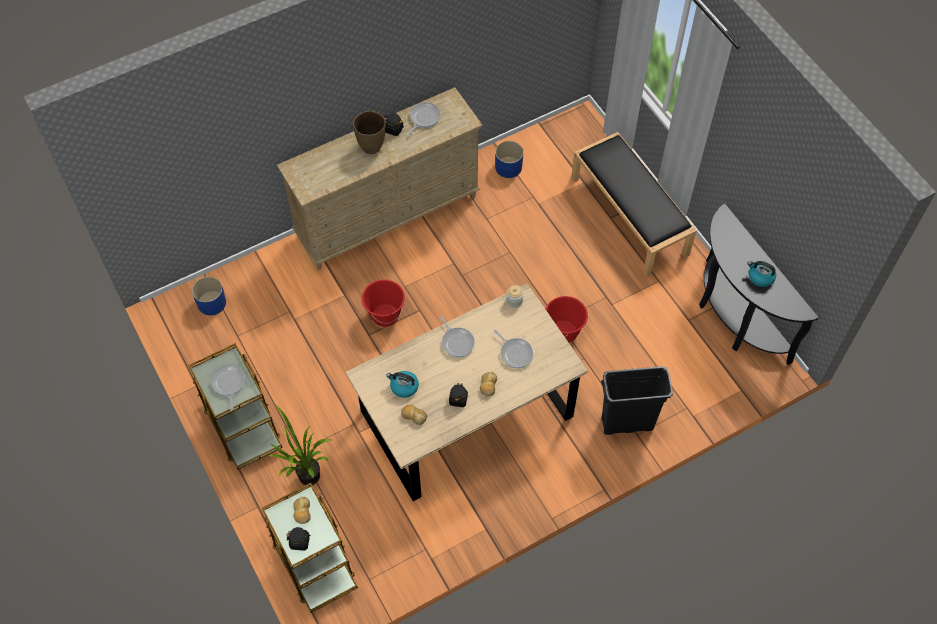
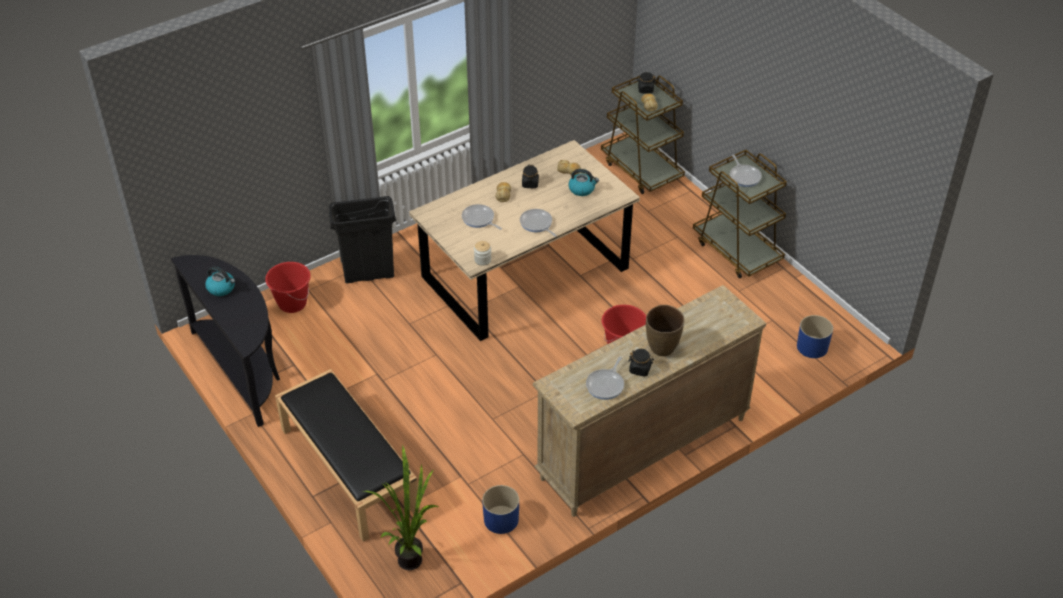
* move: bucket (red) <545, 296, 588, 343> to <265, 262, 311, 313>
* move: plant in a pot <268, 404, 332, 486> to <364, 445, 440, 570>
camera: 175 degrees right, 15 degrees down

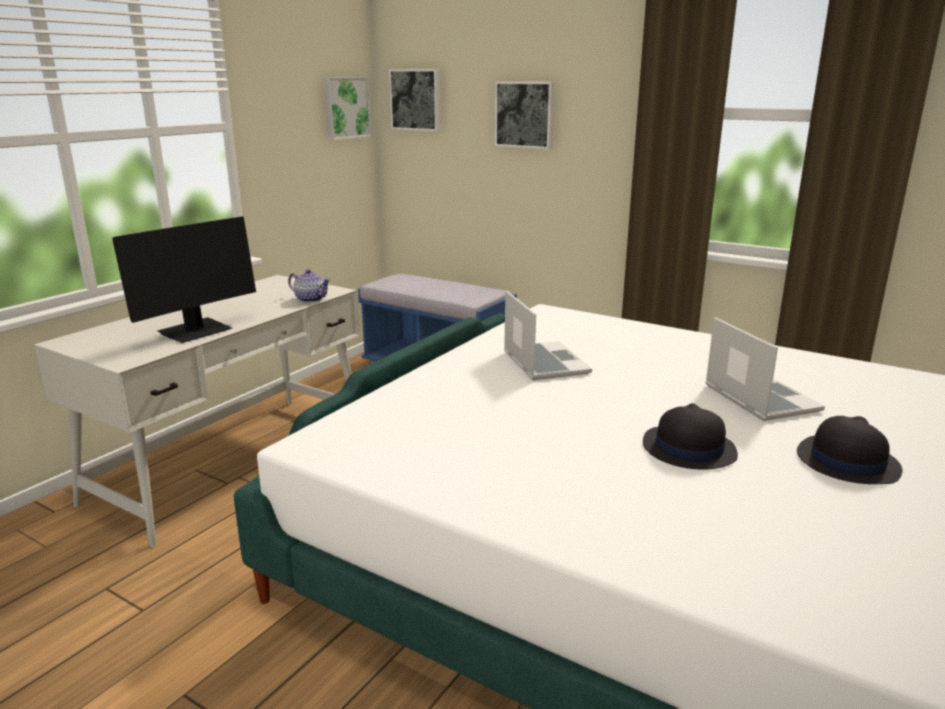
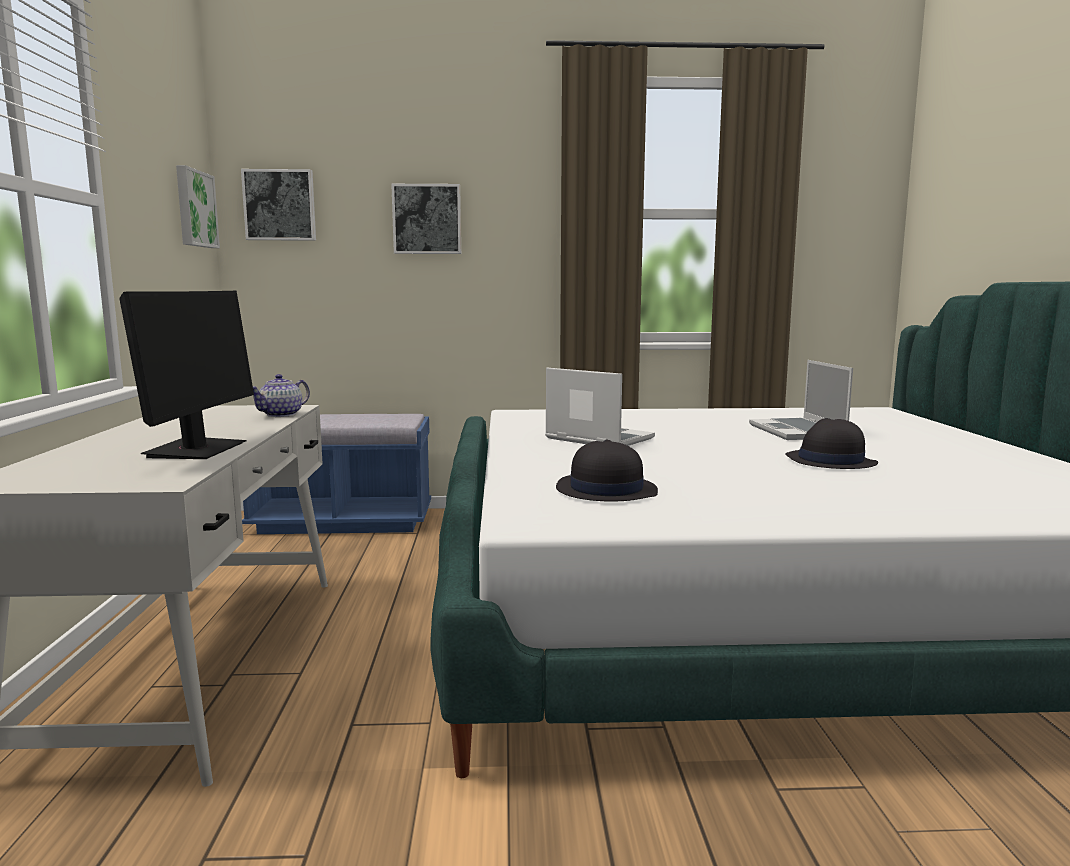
* rotate: teapot <288, 269, 331, 303> = <253, 374, 310, 417> 135 degrees clockwise
* move: clothing hat (black) <797, 416, 903, 484> to <556, 439, 658, 502>
* rotate: notebook computer <705, 317, 825, 421> = <749, 360, 853, 440> 135 degrees counterclockwise
camera: 35 degrees left, 10 degrees down

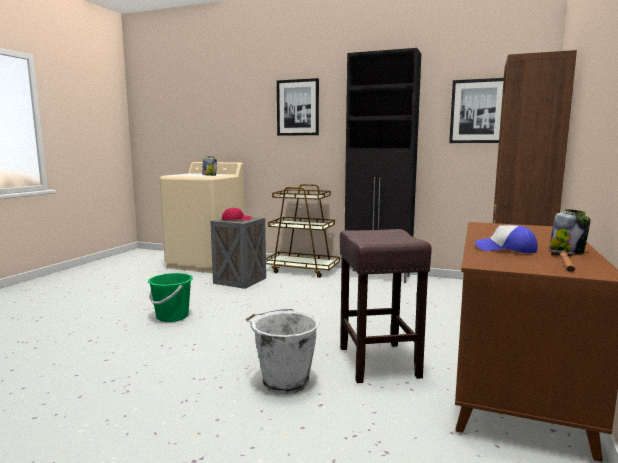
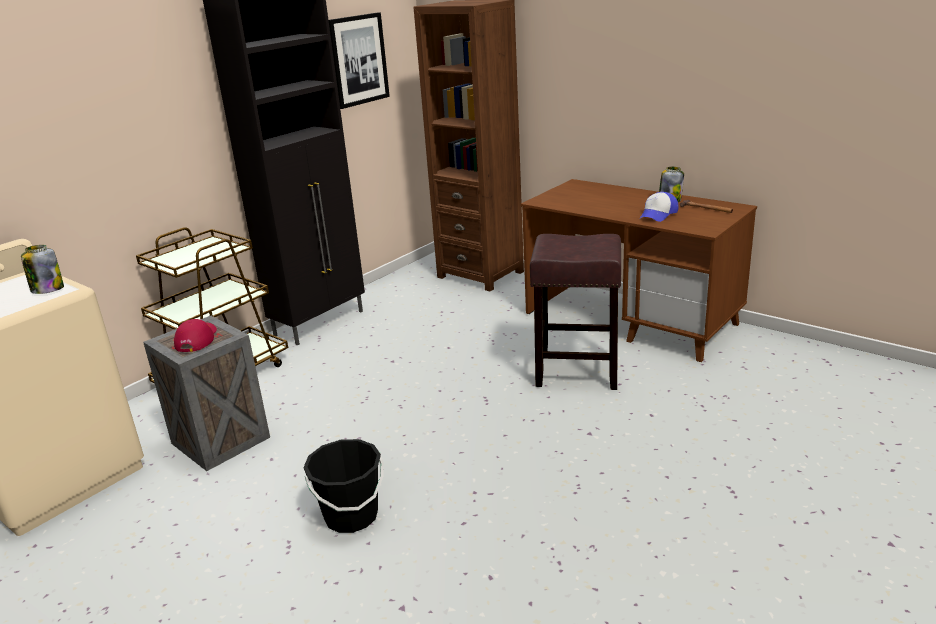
* recolor: bucket (greenish) <148, 273, 193, 322> to bucket (black) <304, 439, 384, 533>
* delete: bucket (whitish) <246, 309, 319, 394>
* delete: wall picture <277, 78, 319, 136>
camera: 70 degrees left, 15 degrees up

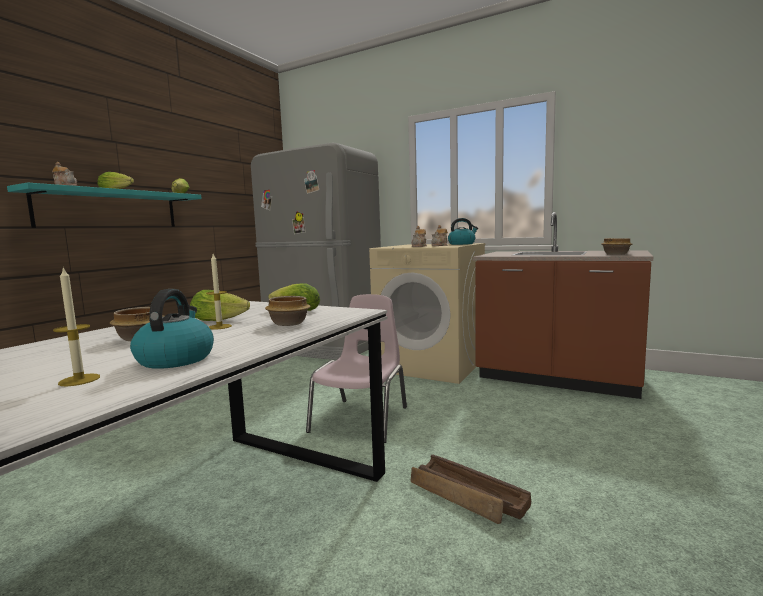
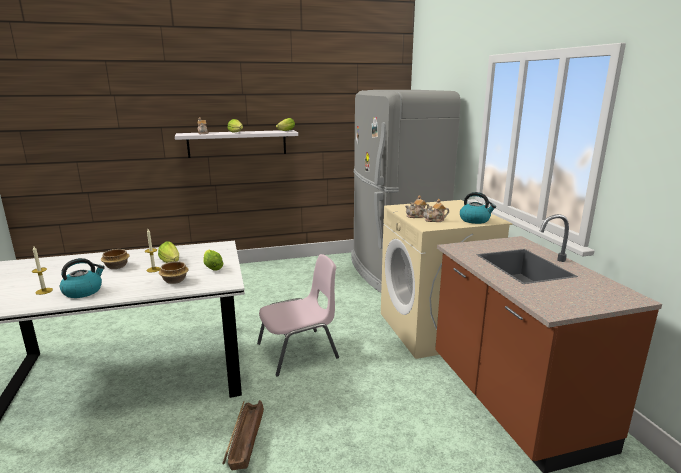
* recolor: bracket shelf (turquoise) <7, 182, 202, 228> to bracket shelf (whitish) <175, 130, 298, 158>
* delete: serving bowl <601, 238, 632, 255>
camera: 45 degrees right, 10 degrees up

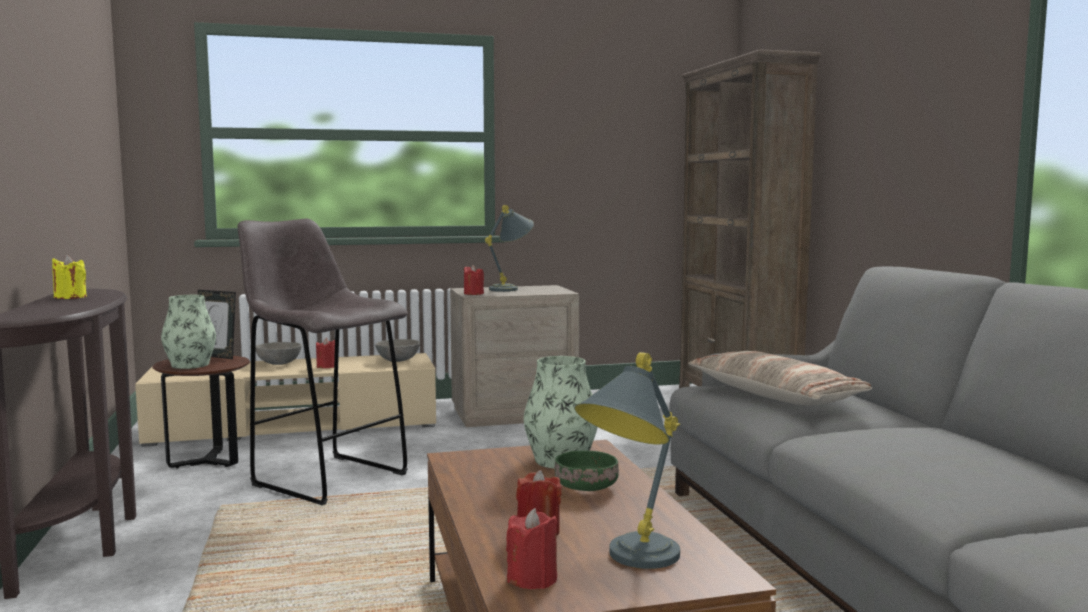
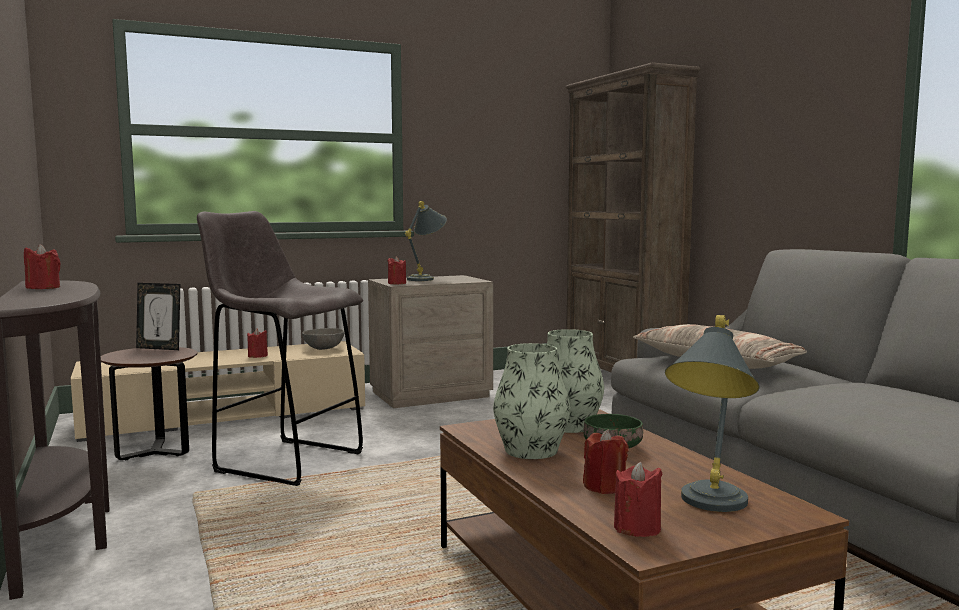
* recolor: candle (yellow) <52, 255, 87, 299> to candle (red) <24, 244, 61, 289>
* move: decorative vase <161, 295, 216, 369> to <493, 343, 570, 459>
* delete: serving bowl (greyish) <255, 342, 302, 365>
camera: 10 degrees left, 0 degrees up

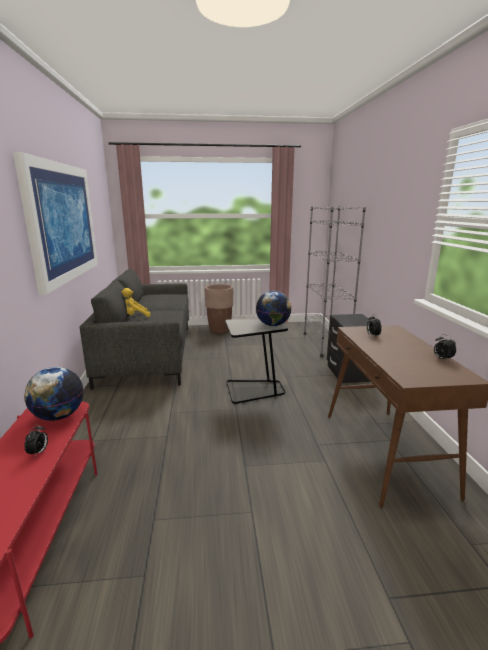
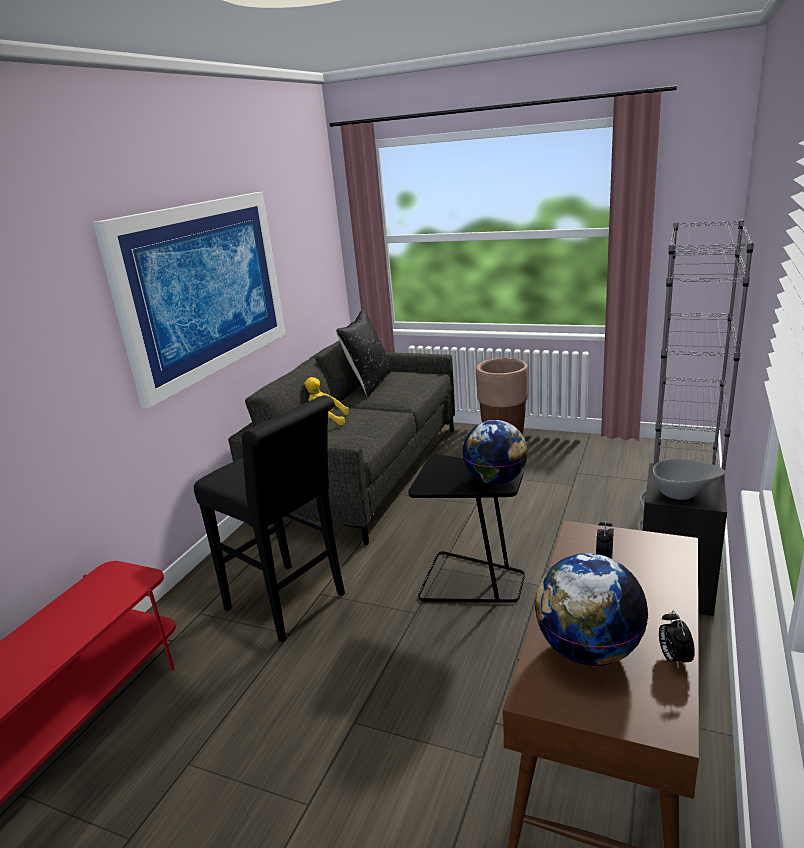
* insert: stool (black) <194, 395, 345, 643>
* insert: cushion (black) <336, 310, 392, 397>
* move: world globe <24, 367, 84, 421> to <535, 553, 649, 666>
* insert: serving bowl (greyish) <653, 459, 725, 500>
* delete: alarm clock <24, 424, 48, 457>
camera: 30 degrees right, 5 degrees up

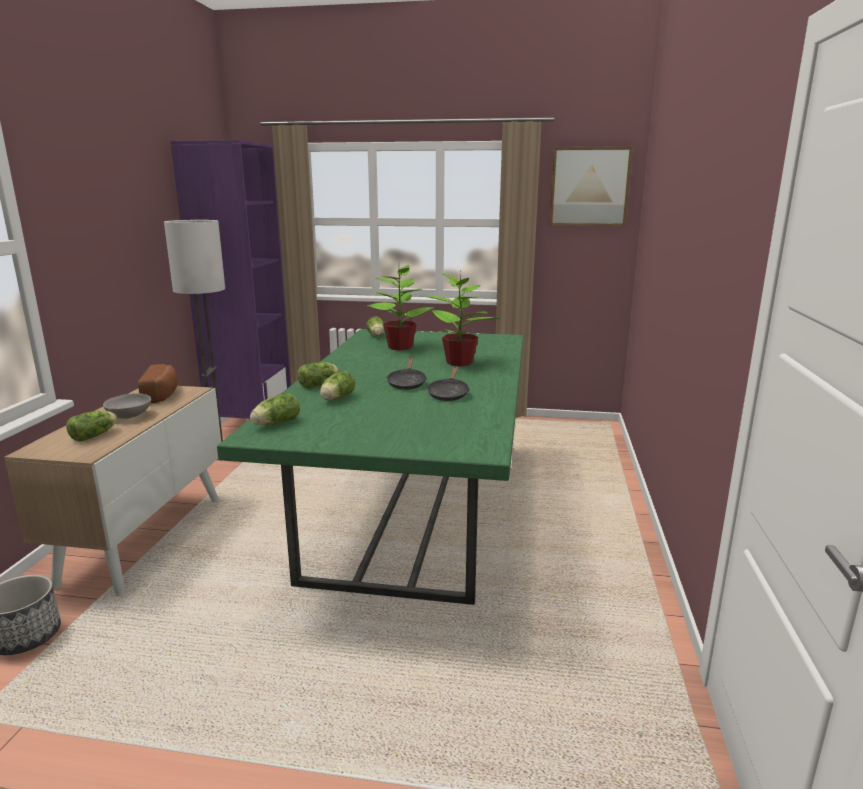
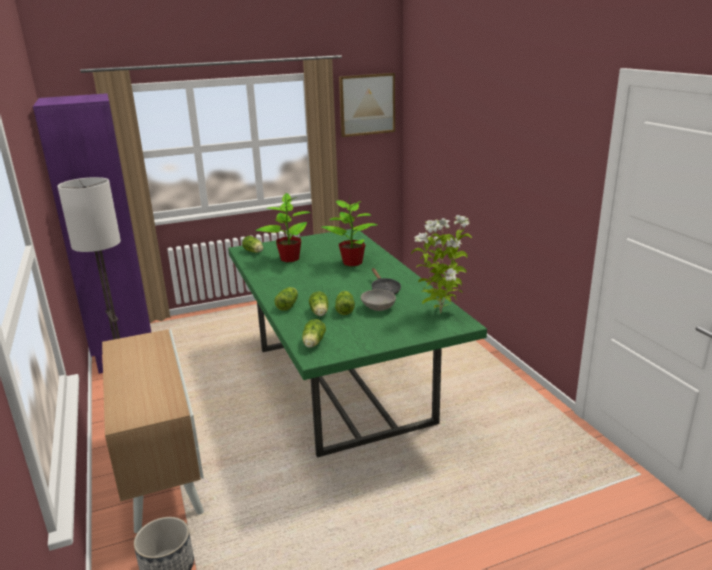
* move: lettuce head <66, 410, 117, 442> to <335, 291, 355, 315>
* move: serving bowl (greyish) <103, 393, 151, 419> to <361, 289, 396, 311>
* insert: plant in a pot <411, 215, 472, 314>
* delete: bread <138, 364, 178, 404>
* delete: pan (black) <386, 357, 427, 390>
camera: 30 degrees left, 5 degrees up

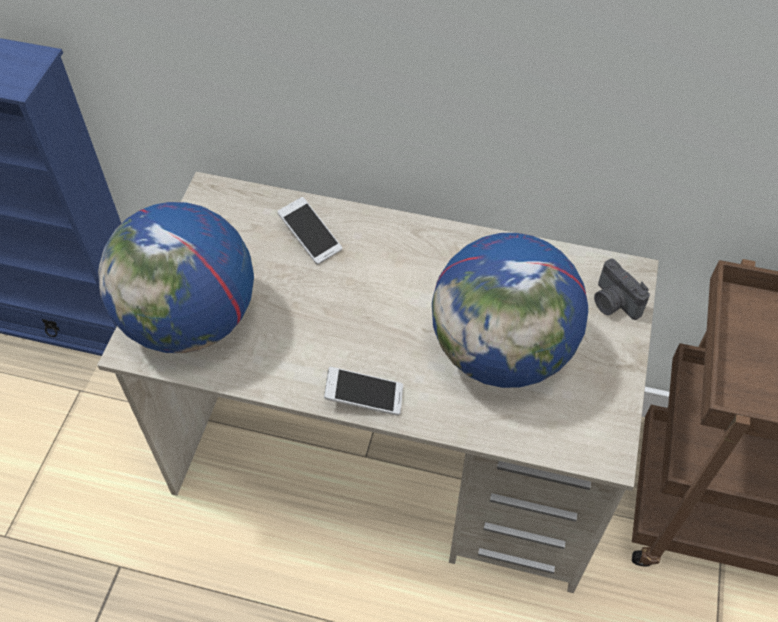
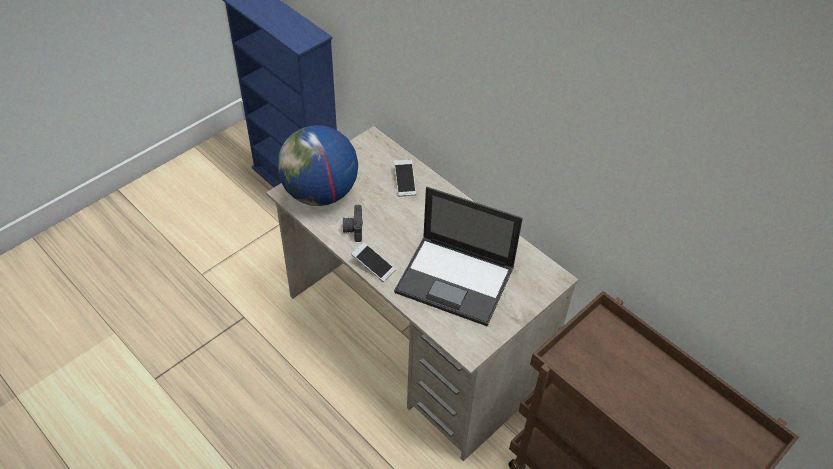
* move: photo camera <594, 259, 650, 320> to <343, 205, 363, 242>
* replace: world globe <432, 233, 588, 388> to notebook computer <394, 187, 523, 326>
camera: 30 degrees right, 5 degrees down

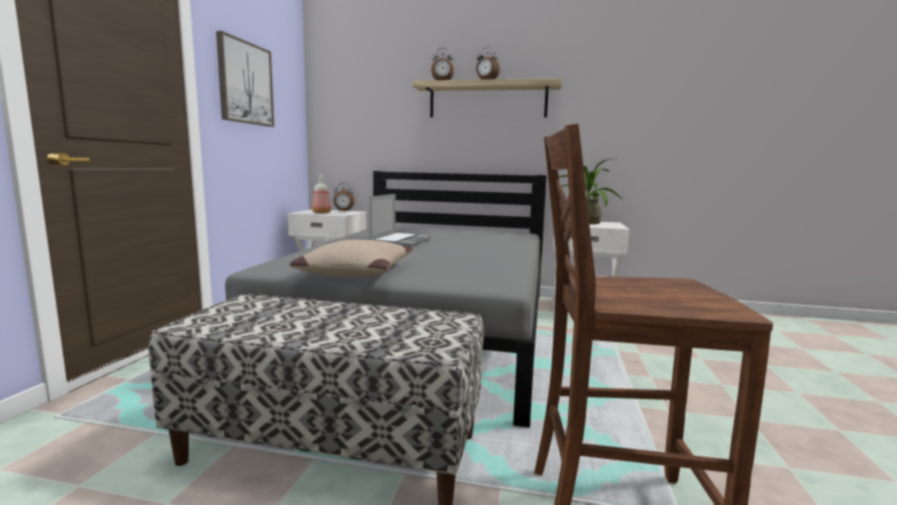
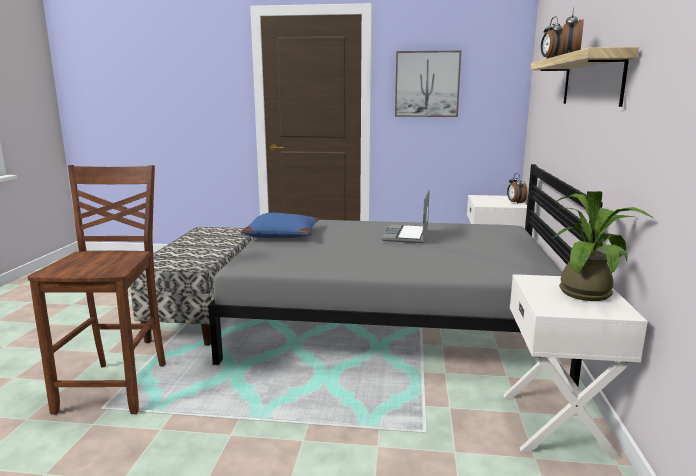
* recolor: cushion (sand-coloured) <289, 240, 412, 277> to cushion (bluish) <240, 213, 319, 238>
* rotate: notebook computer <370, 194, 431, 247> = <382, 189, 430, 243> 90 degrees clockwise
* delete: beverage bottle <312, 175, 331, 214>
camera: 85 degrees right, 5 degrees up

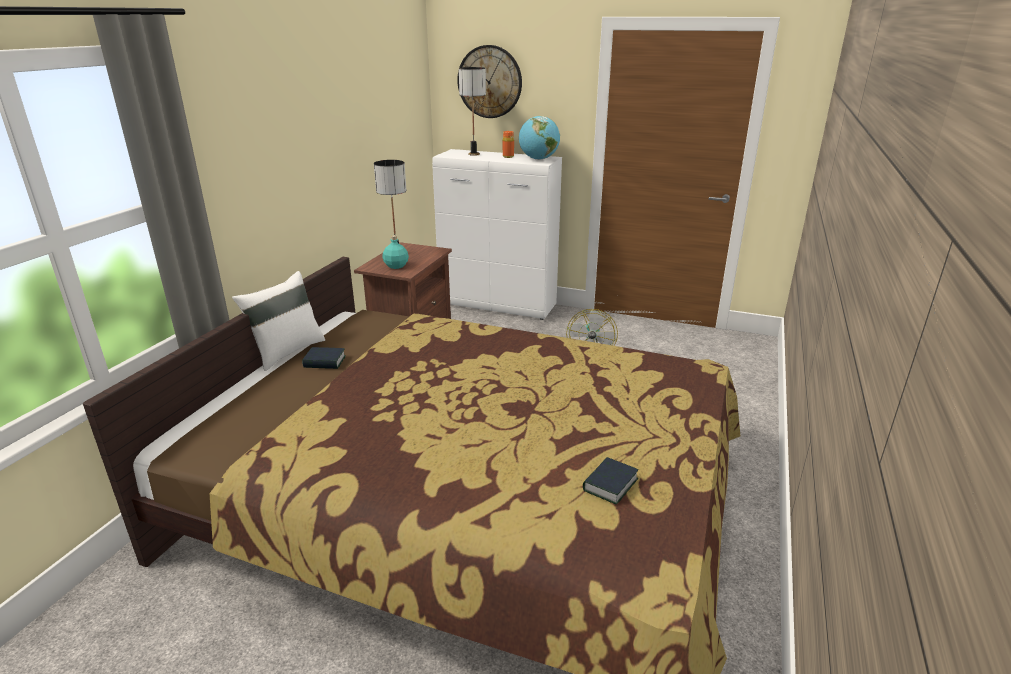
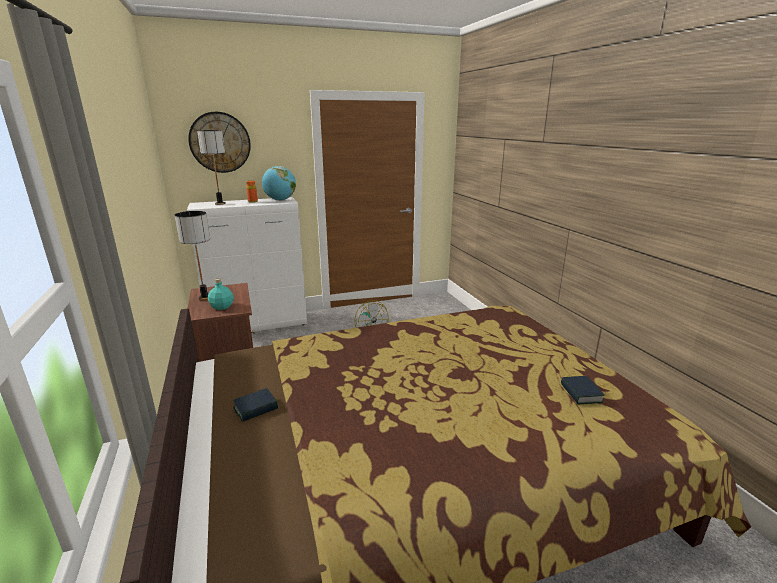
* delete: cushion (whitish) <232, 271, 325, 371>
camera: 40 degrees left, 5 degrees down

